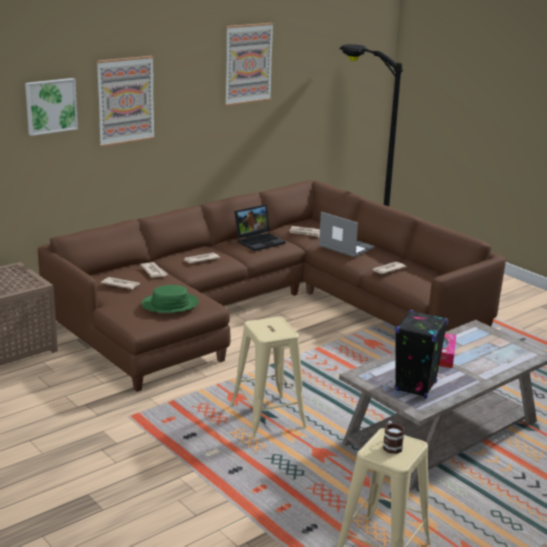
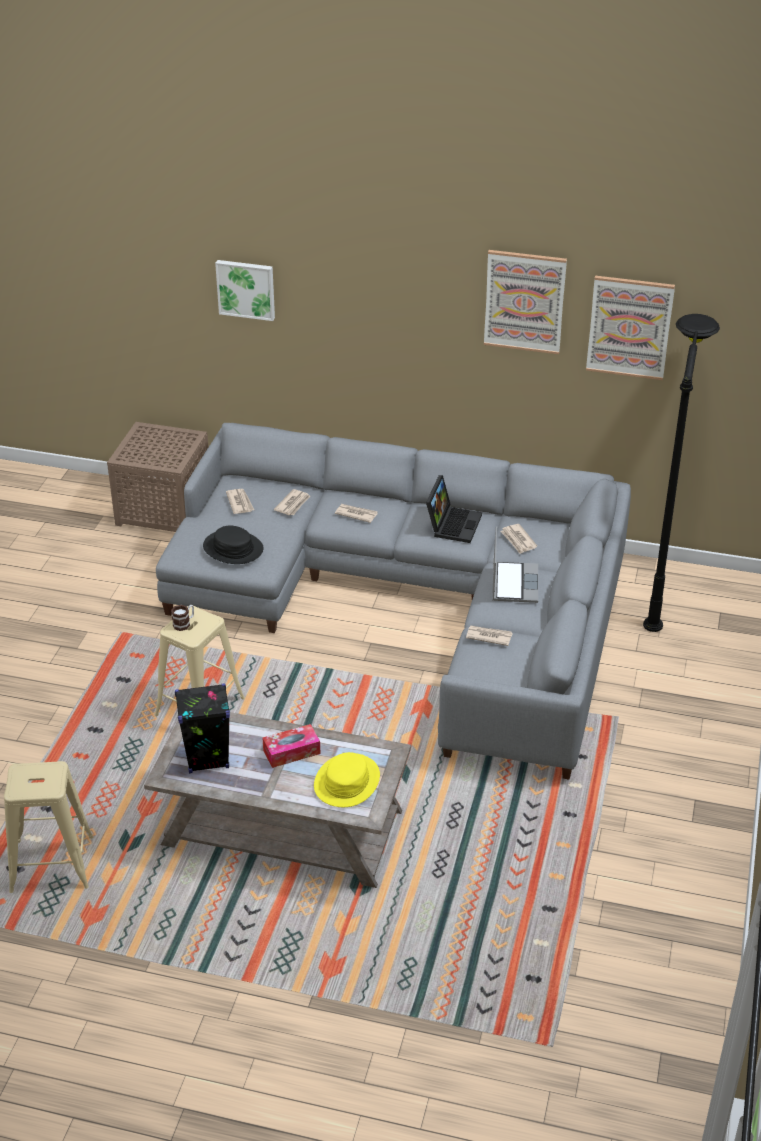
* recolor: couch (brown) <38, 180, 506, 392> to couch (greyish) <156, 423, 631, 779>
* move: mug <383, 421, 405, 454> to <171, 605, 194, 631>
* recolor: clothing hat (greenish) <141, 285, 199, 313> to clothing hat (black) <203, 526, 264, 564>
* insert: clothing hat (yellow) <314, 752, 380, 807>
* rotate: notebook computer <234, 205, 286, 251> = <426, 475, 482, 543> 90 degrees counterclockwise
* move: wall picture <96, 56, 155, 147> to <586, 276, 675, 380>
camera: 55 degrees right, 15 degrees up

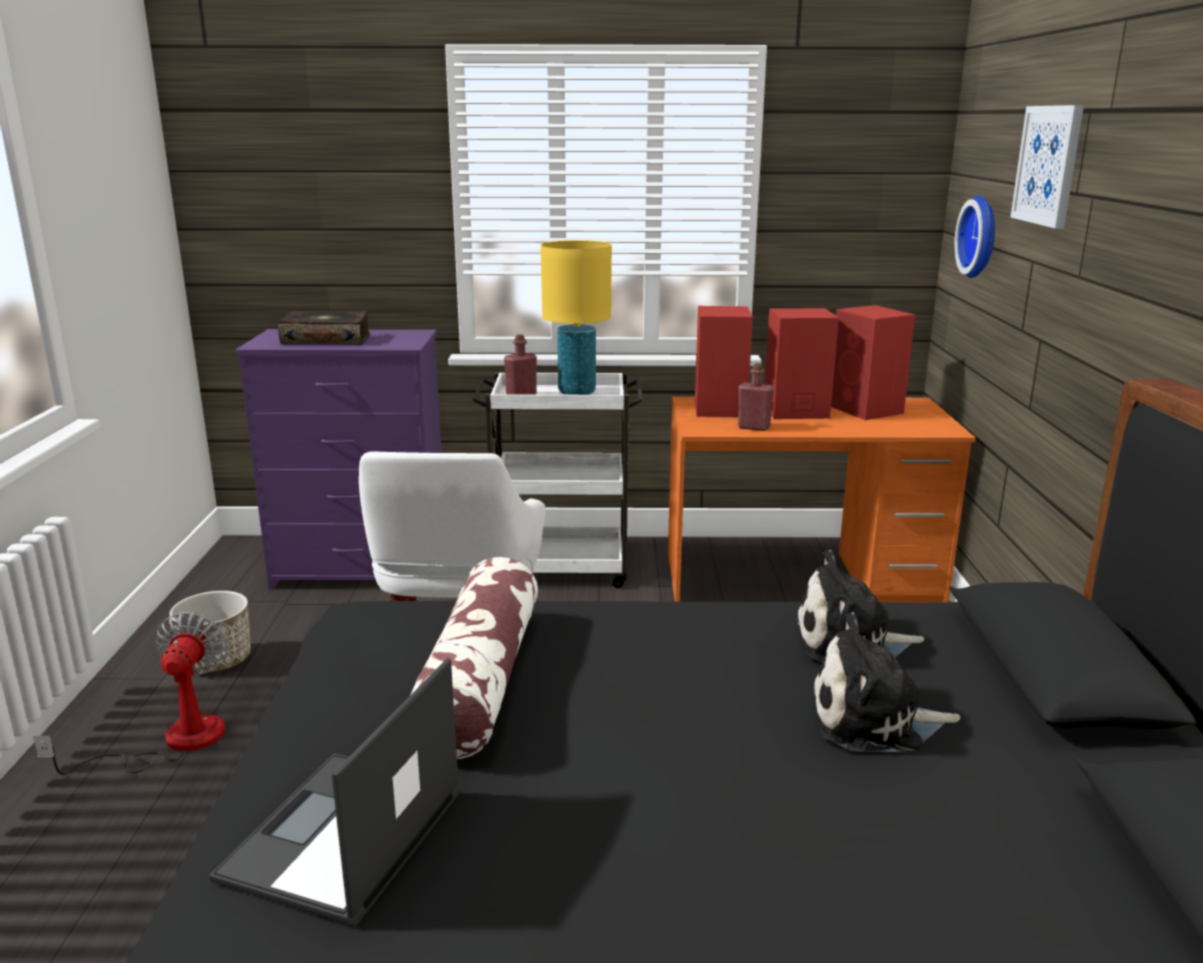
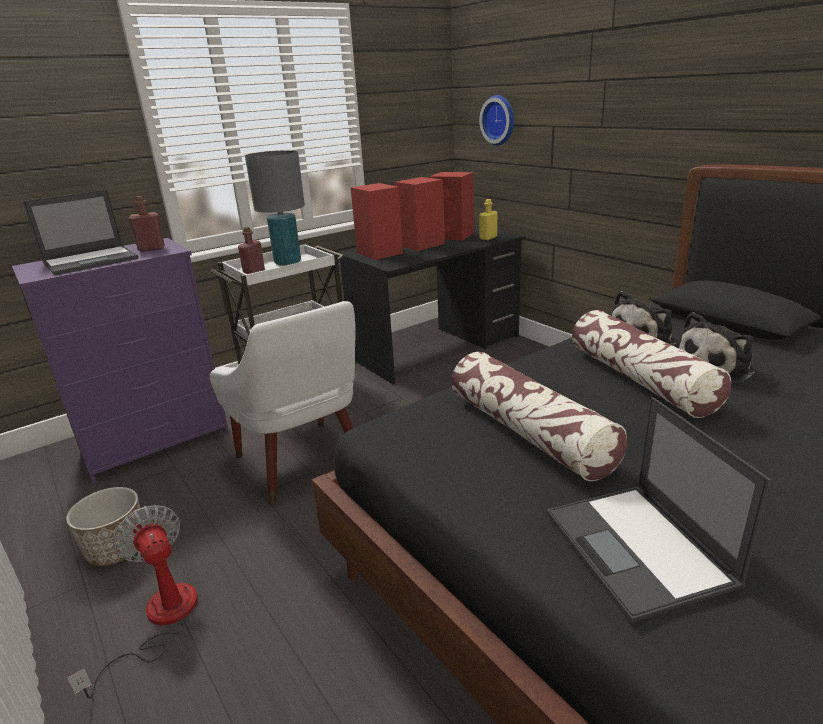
* replace: volume <278, 311, 371, 345> to notebook computer <23, 190, 138, 275>
* move: beverage bottle (red) <738, 363, 774, 431> to <128, 196, 165, 252>
* recolor: lamp for a table (yellow) <541, 240, 612, 395> to lamp for a table (greyish) <245, 150, 305, 266>
* recolor: desk (orange) <668, 397, 976, 603> to desk (black) <340, 225, 526, 385>
* insert: beverage bottle (yellow) <479, 199, 497, 240>
* insert: cushion <572, 310, 731, 418>
* delete: wall picture <1011, 105, 1084, 229>
camera: 35 degrees left, 5 degrees up

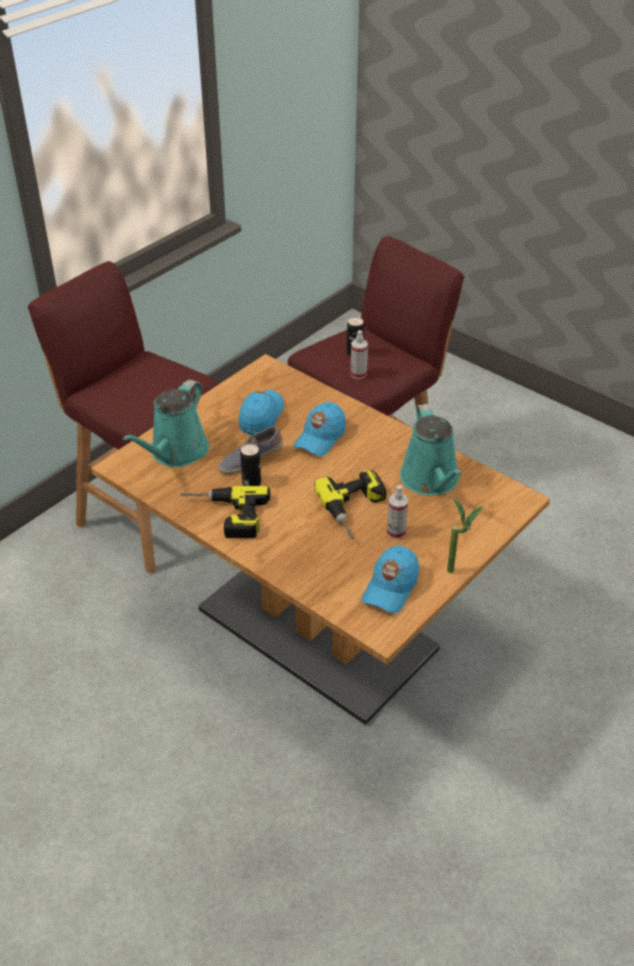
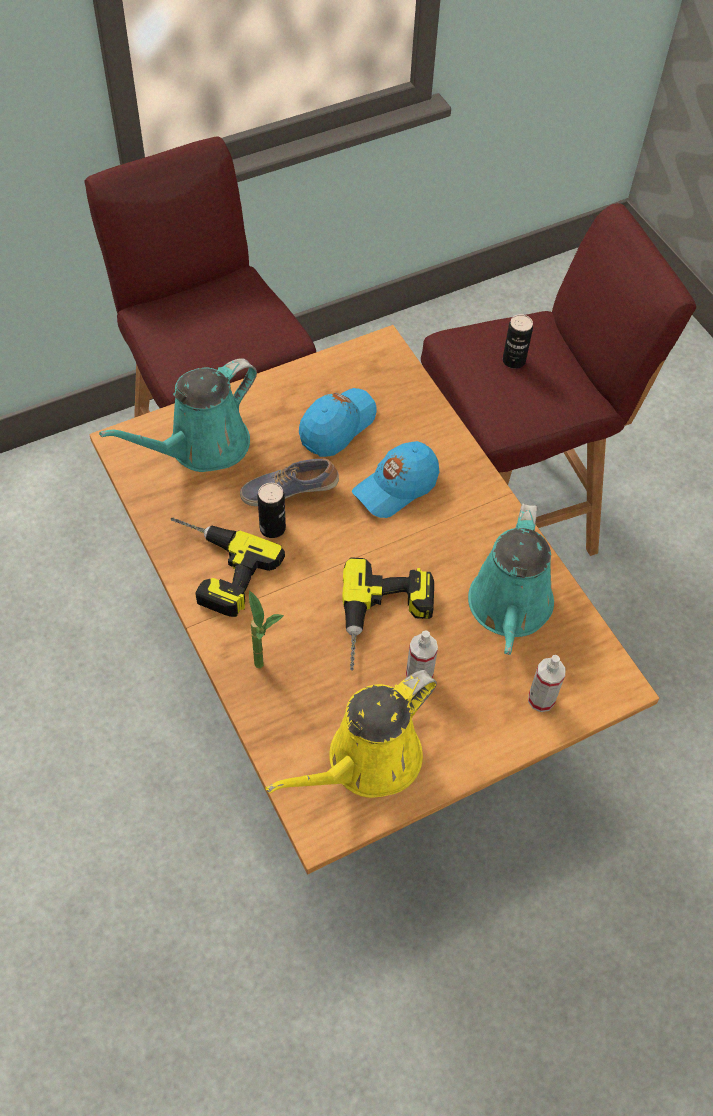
* move: plant in a pot <447, 498, 483, 573> to <249, 590, 284, 668>
* replace: cap (bluish) <362, 546, 419, 613> to watering can (yellow) <265, 670, 437, 798>
* move: sprayer <351, 330, 368, 379> to <528, 655, 566, 712>
camera: 20 degrees right, 15 degrees up

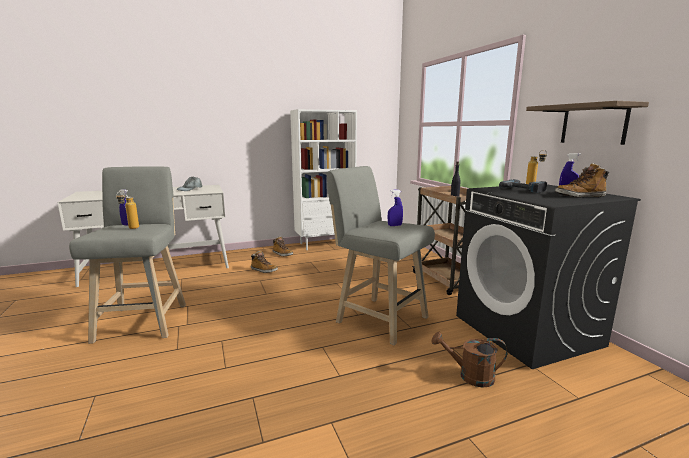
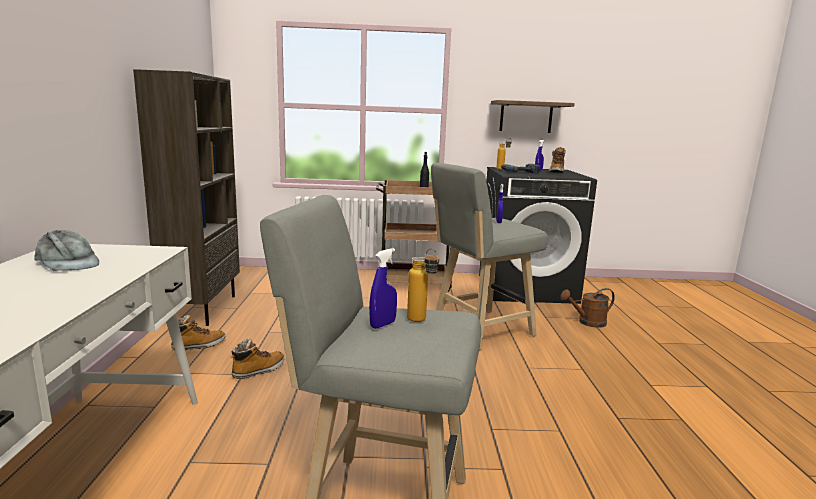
* recolor: bookcase (whitish) <290, 109, 357, 250> to bookcase (brown) <133, 69, 240, 326>
* rotate: watering can (brown) <432, 332, 507, 387> = <560, 288, 615, 328> 45 degrees clockwise
camera: 70 degrees left, 0 degrees up

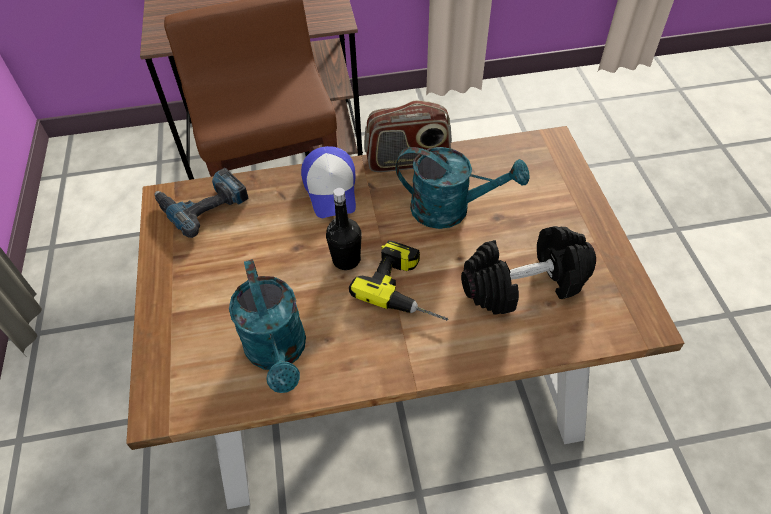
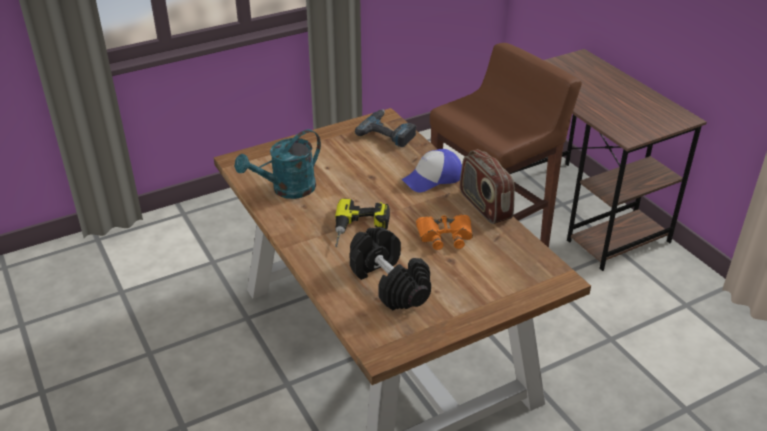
* replace: watering can (turquoise) <395, 147, 529, 229> to pair of binoculars (orange) <416, 214, 473, 250>
* delete: beverage bottle (black) <326, 188, 362, 270>
camera: 70 degrees right, 15 degrees down

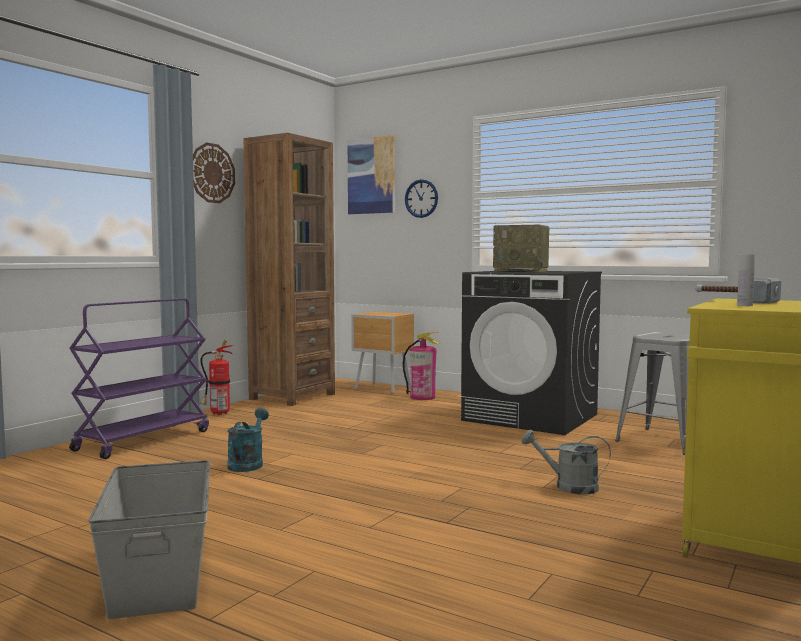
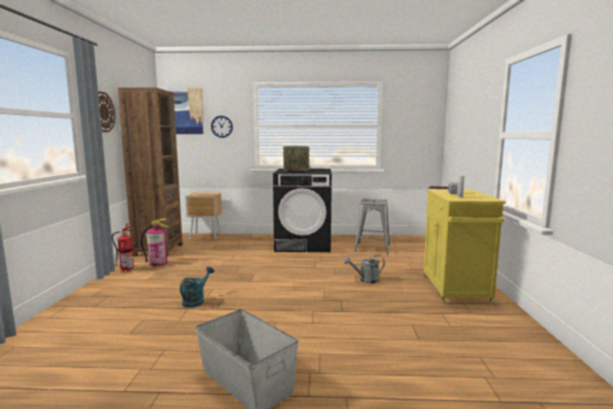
* move: extinguisher <403, 332, 440, 400> to <141, 219, 168, 266>
* rotate: watering can (turquoise) <227, 408, 269, 472> = <180, 266, 214, 308> 45 degrees clockwise
* delete: trolley (purple) <69, 298, 209, 459>
camera: 30 degrees left, 5 degrees up

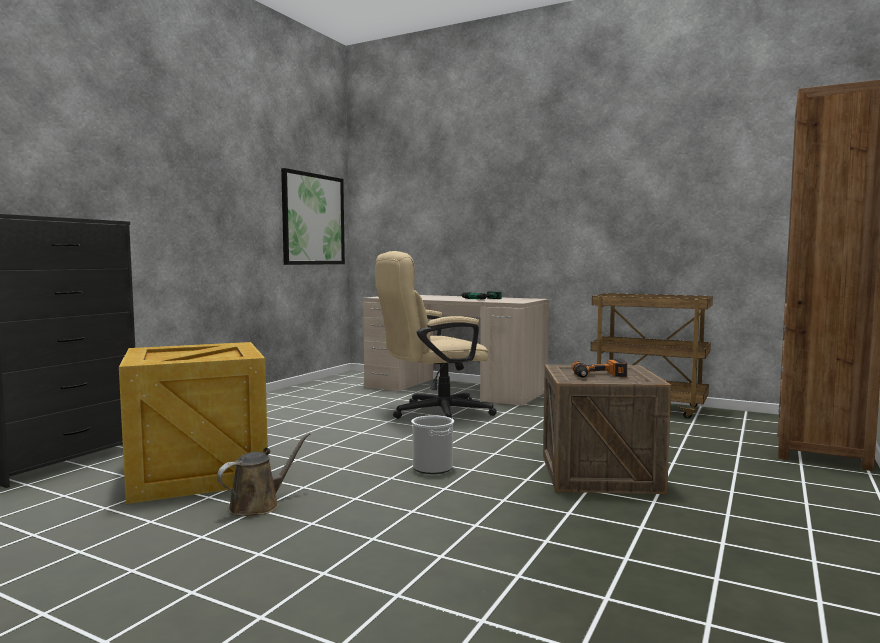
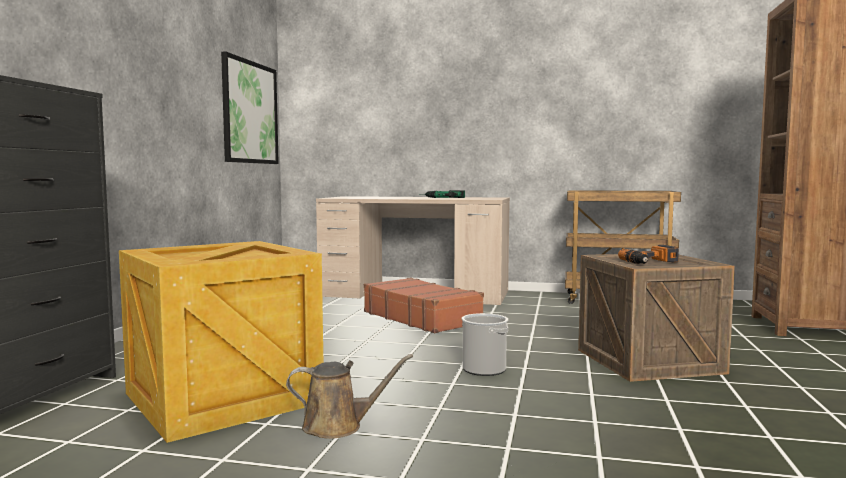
* rotate: watering can (brown) <217, 433, 310, 516> = <286, 354, 413, 439> 60 degrees clockwise
* replace: desk chair (sand-coloured) <375, 251, 497, 419> to suitcase (brown) <364, 278, 484, 333>
camera: 15 degrees left, 0 degrees up

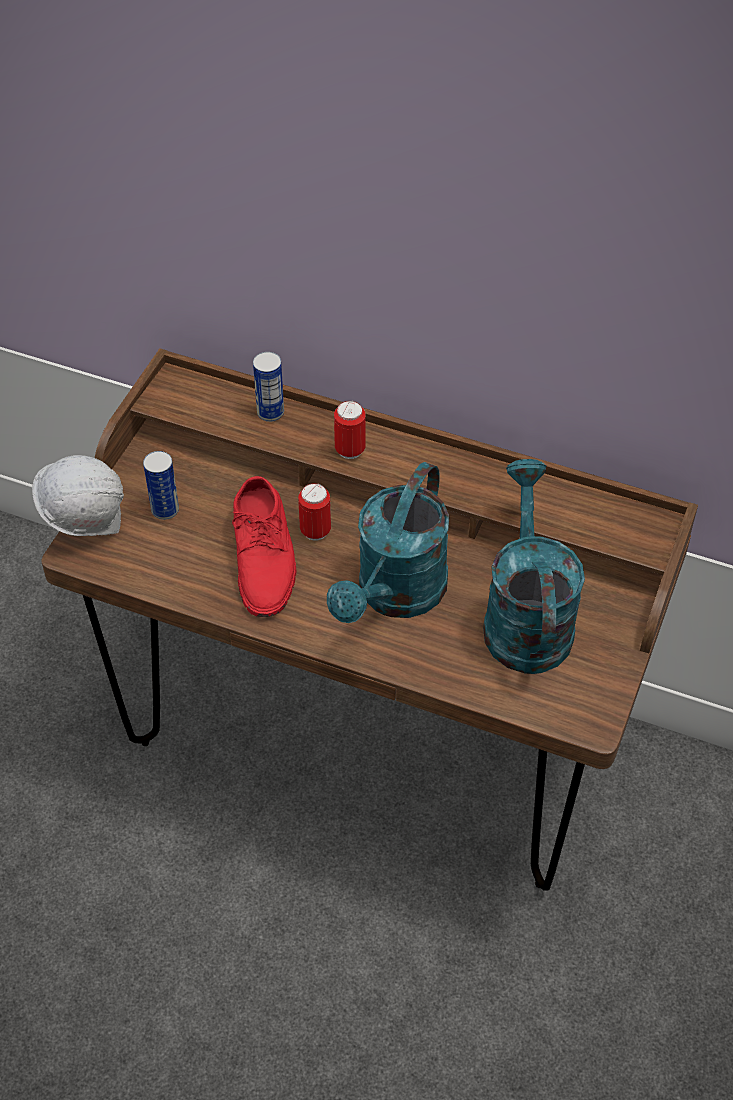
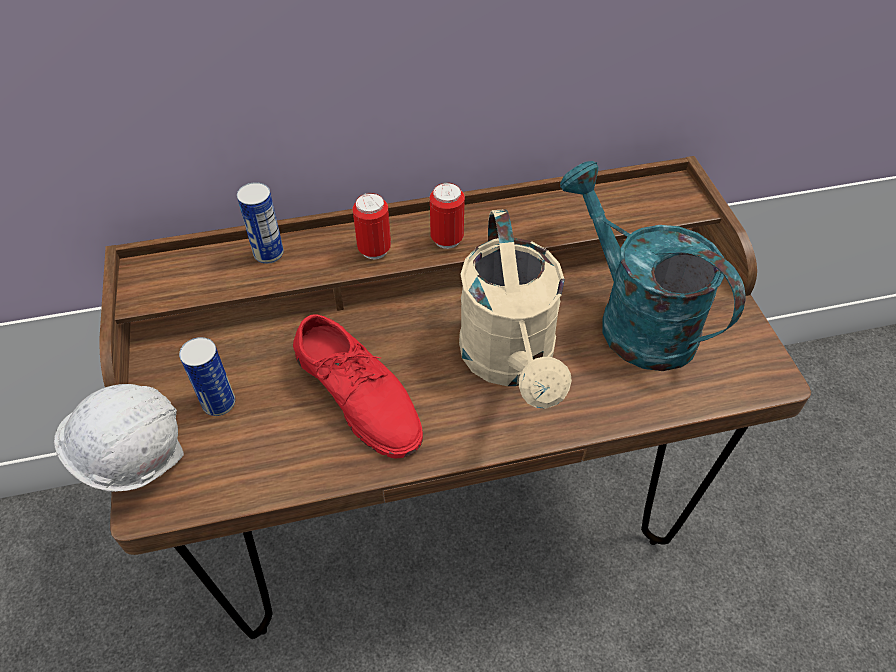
* move: sealed can <298, 483, 331, 541> to <430, 182, 465, 249>
* recolor: watering can (turquoise) <327, 462, 449, 623> to watering can (sand-coloured) <459, 209, 572, 409>
camera: 35 degrees left, 0 degrees up

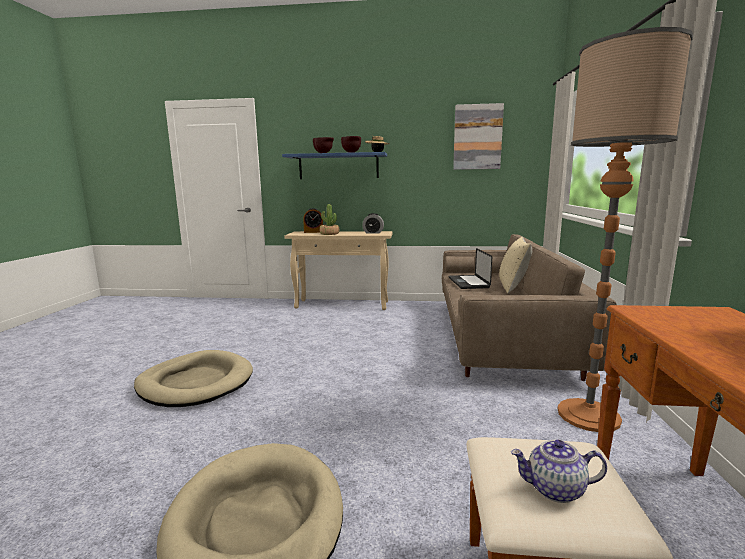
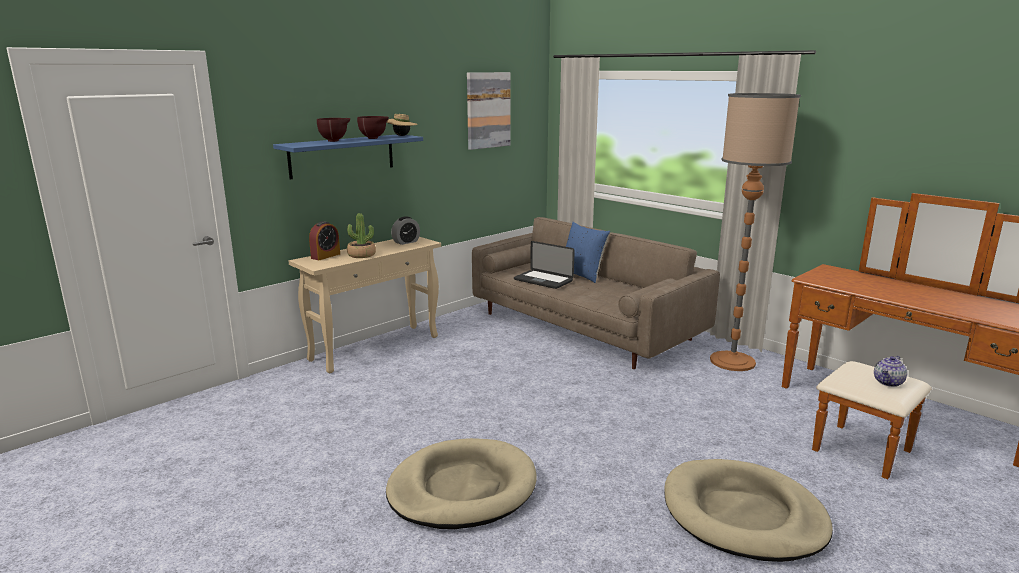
* recolor: cushion (sand-coloured) <499, 237, 532, 294> to cushion (bluish) <566, 222, 610, 283>
camera: 50 degrees left, 5 degrees up

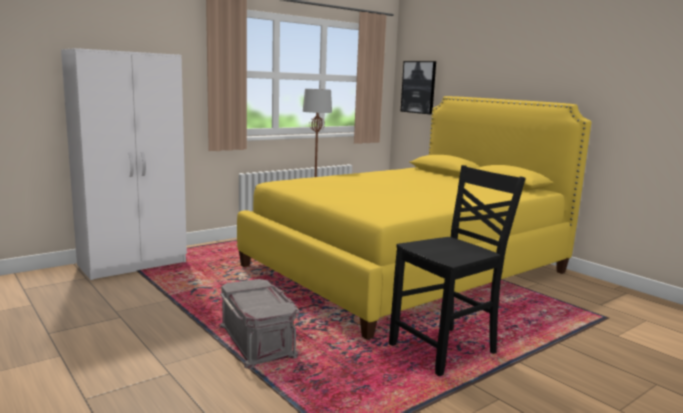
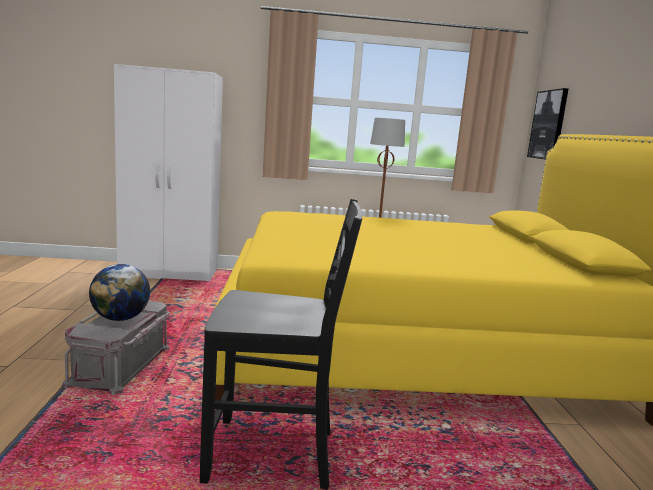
* insert: world globe <89, 264, 150, 321>
camera: 35 degrees right, 0 degrees up

